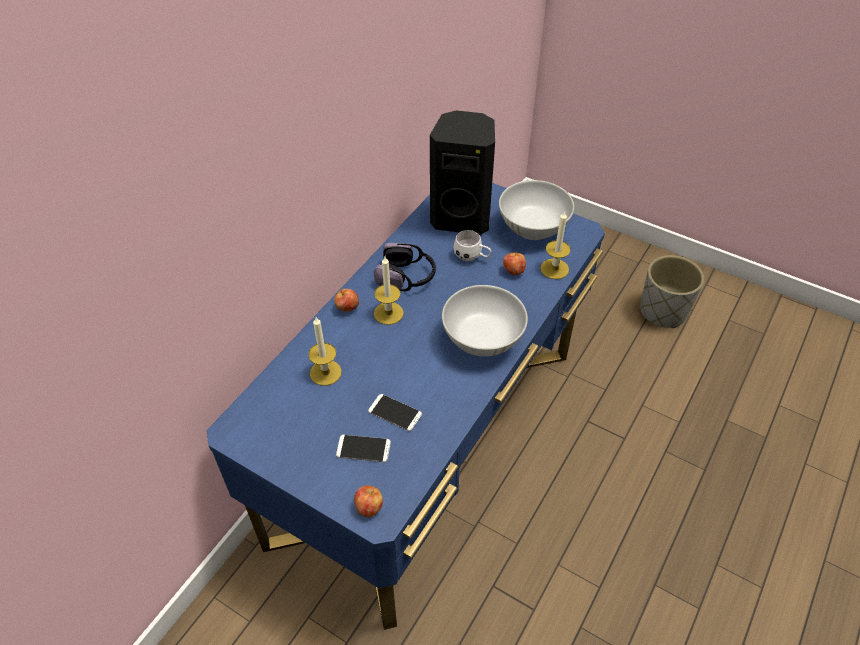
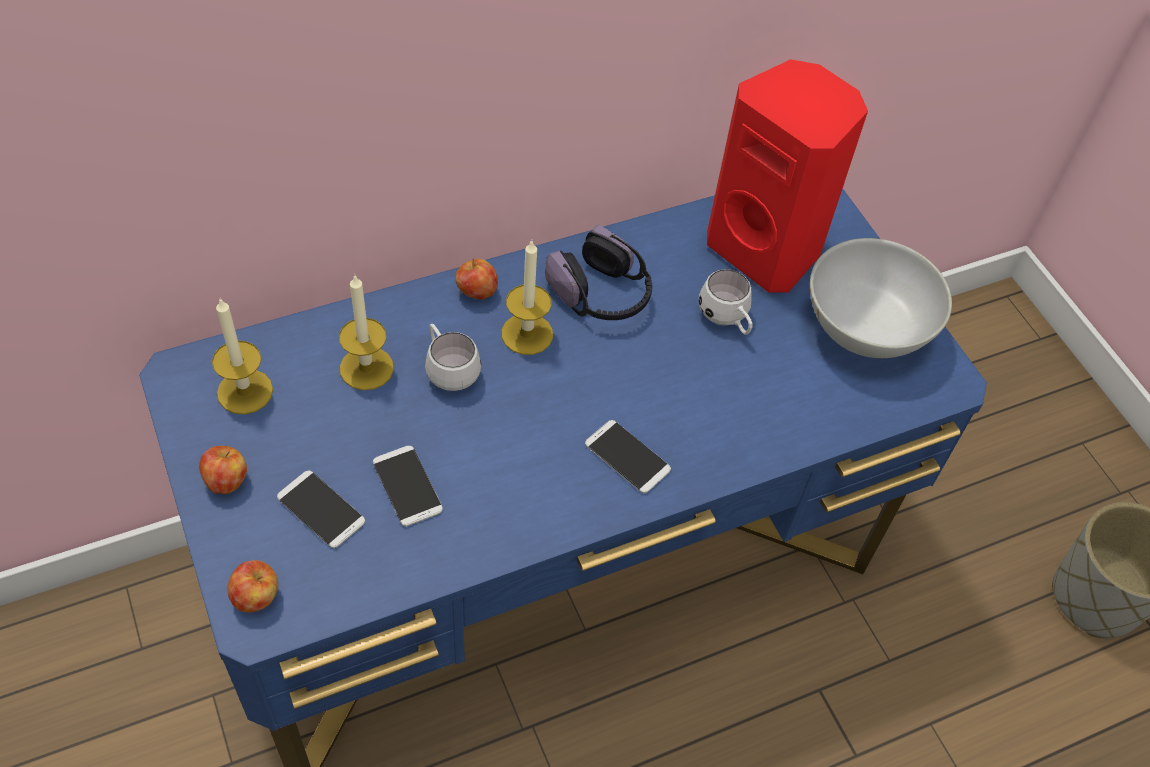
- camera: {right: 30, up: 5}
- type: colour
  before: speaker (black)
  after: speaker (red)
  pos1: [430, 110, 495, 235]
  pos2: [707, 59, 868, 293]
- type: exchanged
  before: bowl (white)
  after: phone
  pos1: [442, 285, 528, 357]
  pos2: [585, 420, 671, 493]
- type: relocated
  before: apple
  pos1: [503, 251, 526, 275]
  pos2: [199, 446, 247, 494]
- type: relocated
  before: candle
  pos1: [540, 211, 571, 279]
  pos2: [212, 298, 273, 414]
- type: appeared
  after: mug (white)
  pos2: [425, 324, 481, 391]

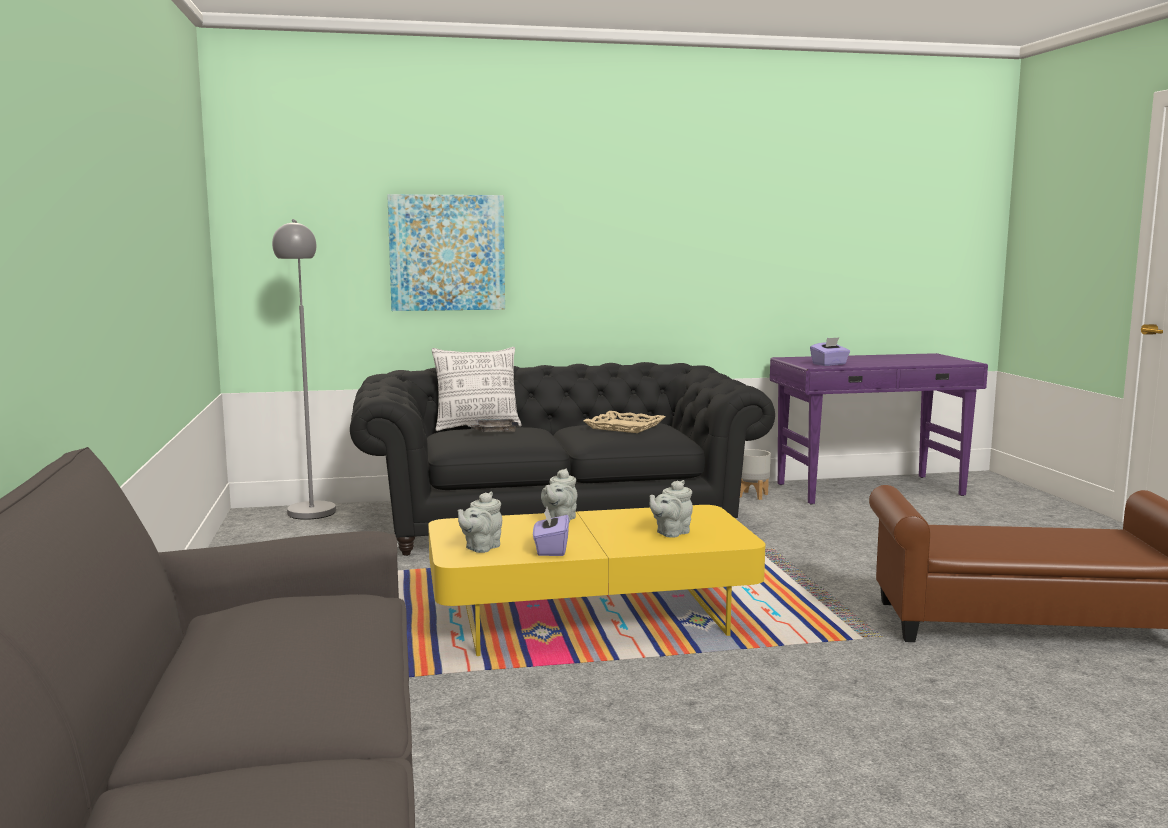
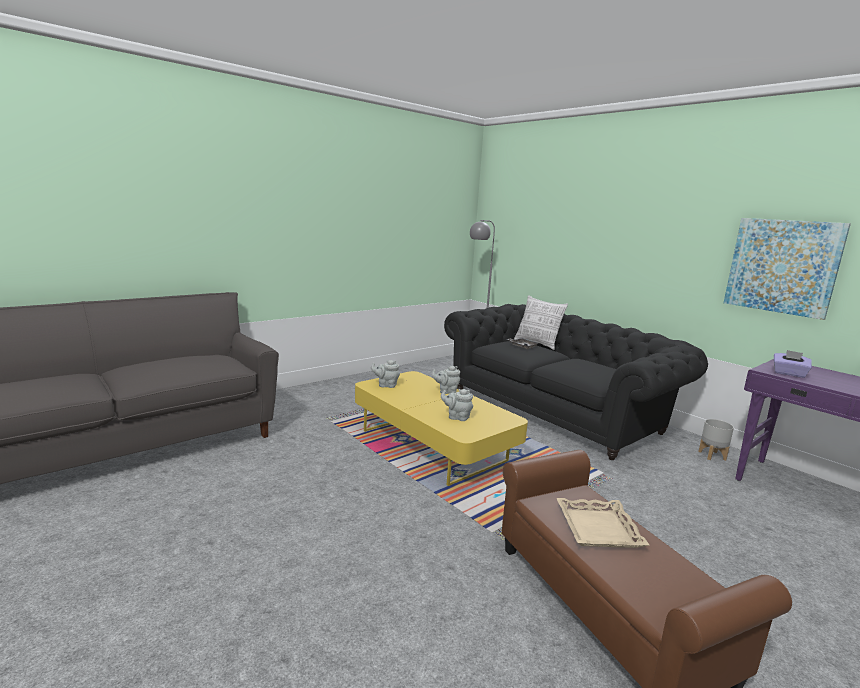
- camera: {right: 60, up: 5}
- type: relocated
  before: picture
  pos1: [387, 194, 505, 311]
  pos2: [724, 218, 851, 320]
- type: missing
  before: tissue box (purple)
  pos1: [533, 507, 569, 556]
- type: relocated
  before: tray (beige)
  pos1: [584, 411, 665, 433]
  pos2: [556, 498, 649, 548]

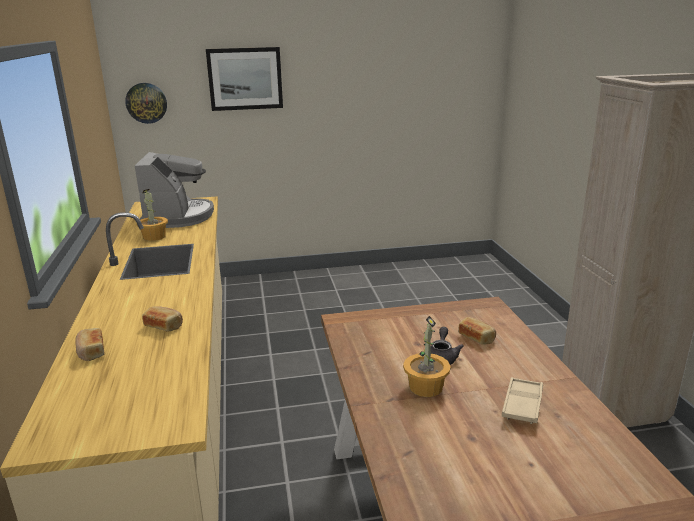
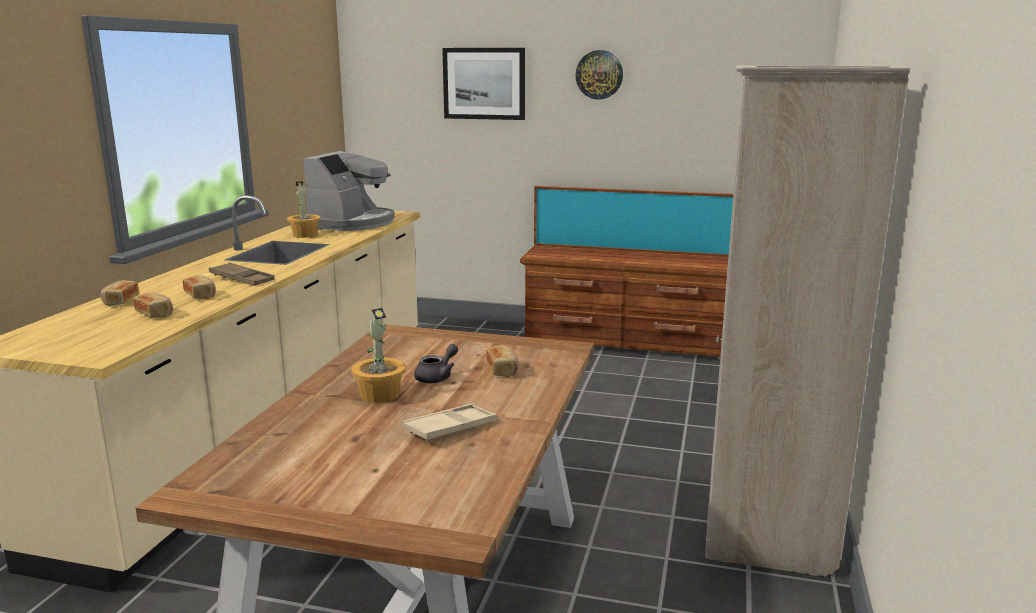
- camera: {right: 25, up: -5}
- type: relocated
  before: wall clock
  pos1: [125, 83, 167, 124]
  pos2: [576, 50, 623, 99]
- type: appeared
  after: bread
  pos2: [133, 292, 173, 318]
- type: appeared
  after: tray (brown)
  pos2: [209, 262, 274, 286]
- type: appeared
  after: dresser (brown)
  pos2: [520, 186, 734, 360]

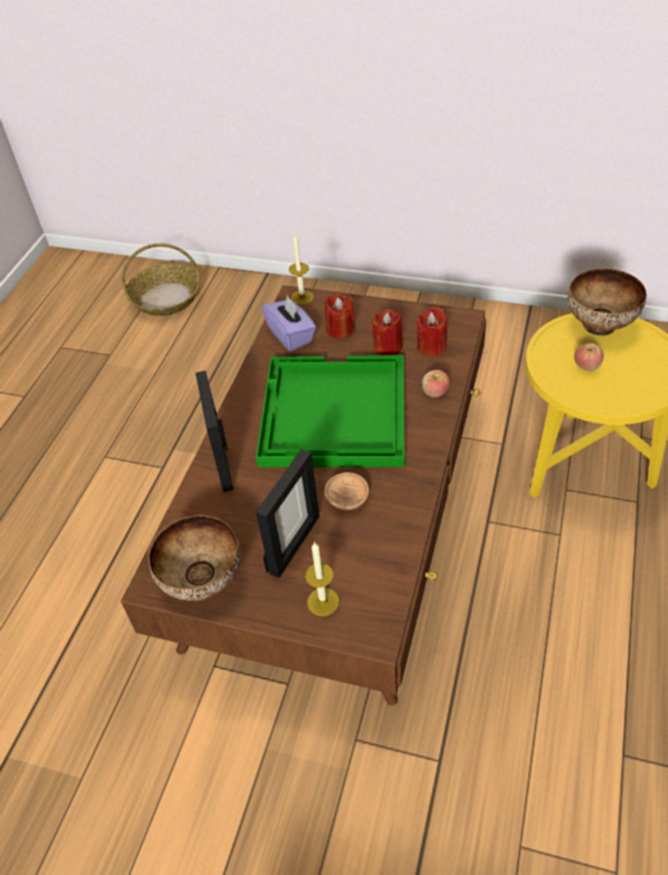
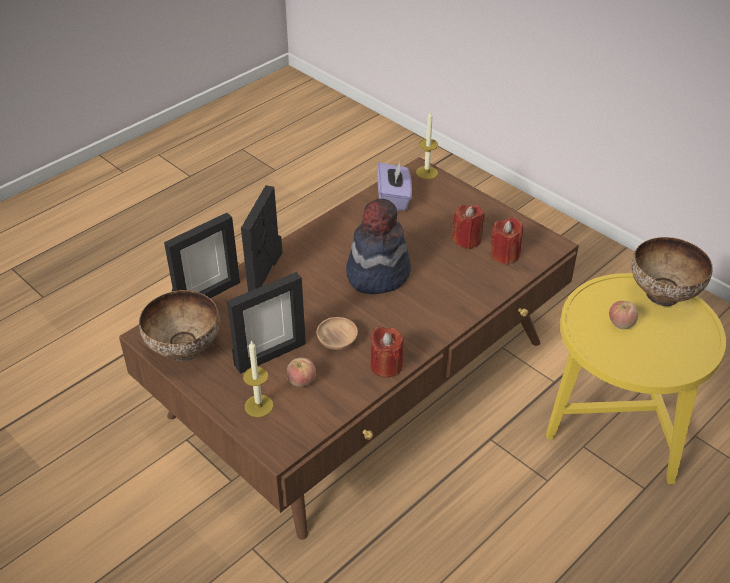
- camera: {right: 25, up: -5}
- type: missing
  before: basket
  pos1: [122, 243, 200, 316]
- type: exchanged
  before: tray (green)
  after: hat
  pos1: [256, 355, 405, 467]
  pos2: [346, 199, 411, 294]
- type: relocated
  before: candle (red)
  pos1: [325, 293, 355, 339]
  pos2: [370, 326, 404, 378]
- type: relocated
  before: apple
  pos1: [422, 370, 450, 398]
  pos2: [287, 358, 316, 387]
- type: appeared
  after: picture frame
  pos2: [164, 213, 240, 298]

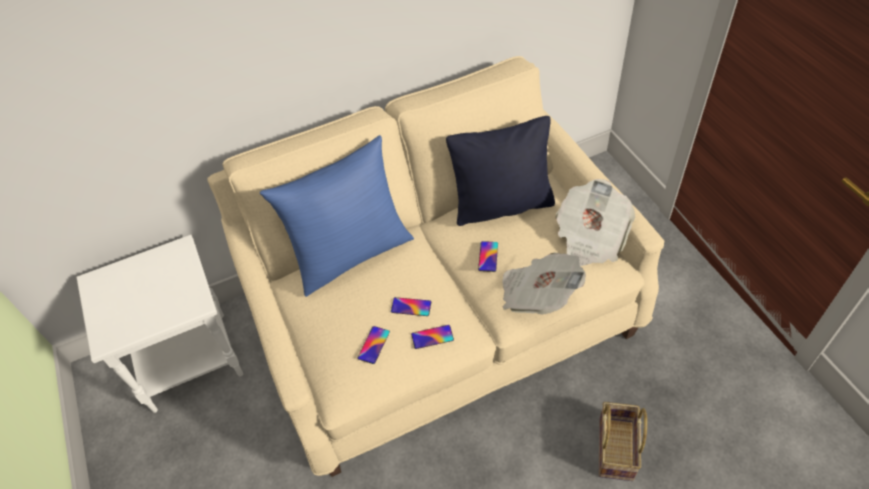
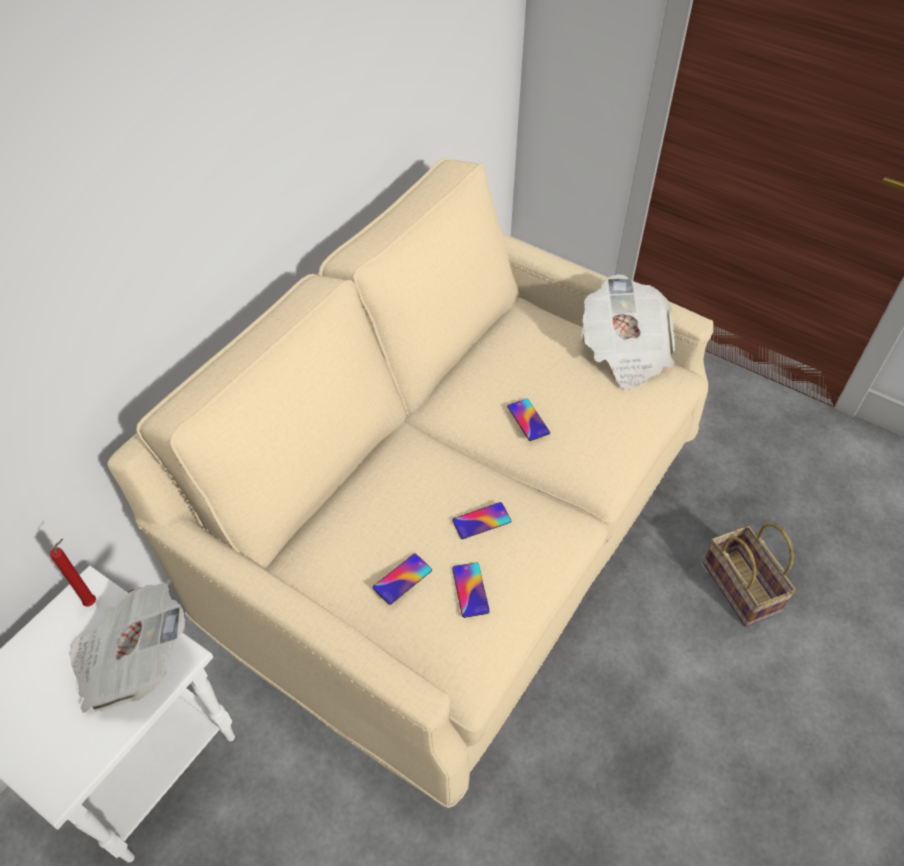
- camera: {right: -35, up: 0}
- type: missing
  before: pillow (blue)
  pos1: [260, 135, 414, 297]
- type: relocated
  before: phone
  pos1: [411, 325, 454, 349]
  pos2: [373, 554, 432, 605]
- type: missing
  before: pillow (black)
  pos1: [446, 116, 555, 226]
- type: relocated
  before: newspaper
  pos1: [502, 253, 586, 315]
  pos2: [69, 582, 185, 713]
- type: appeared
  after: candle (red)
  pos2: [50, 539, 96, 607]

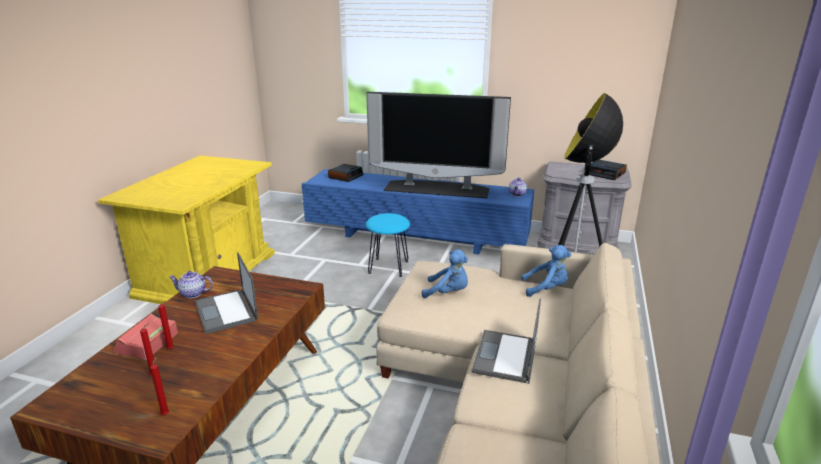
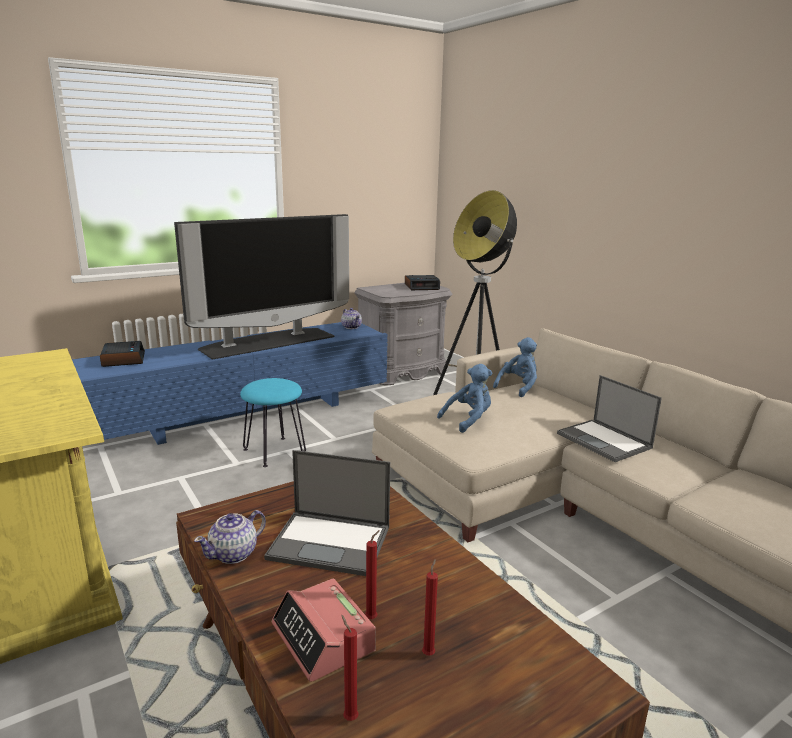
- camera: {right: -50, up: -5}
- type: relocated
  before: candle (red)
  pos1: [150, 356, 169, 415]
  pos2: [341, 615, 359, 721]

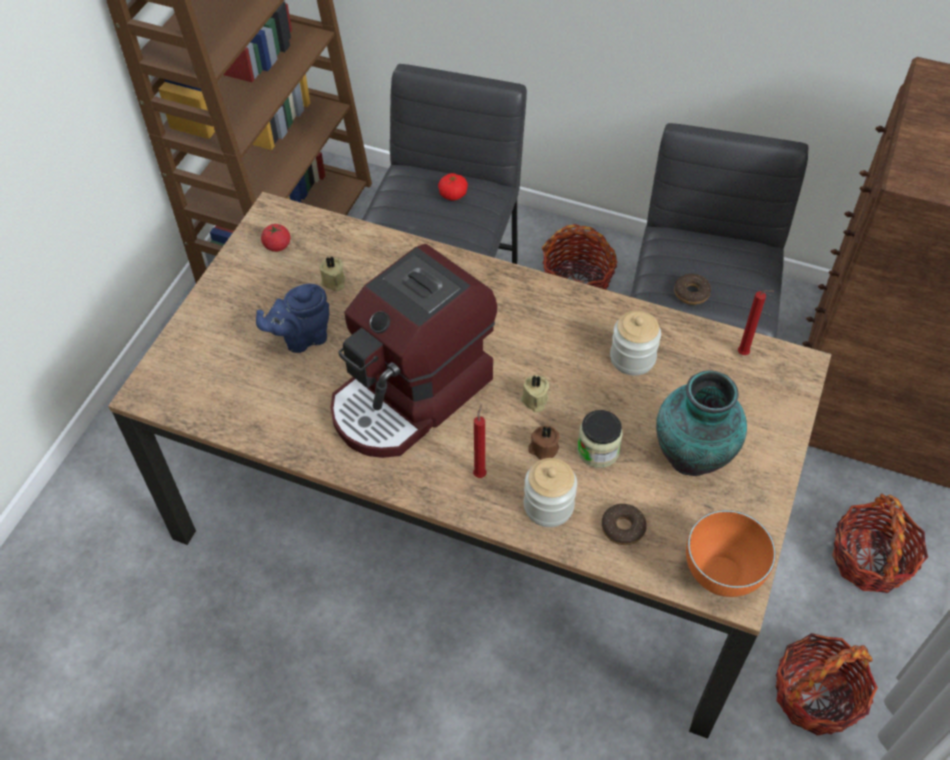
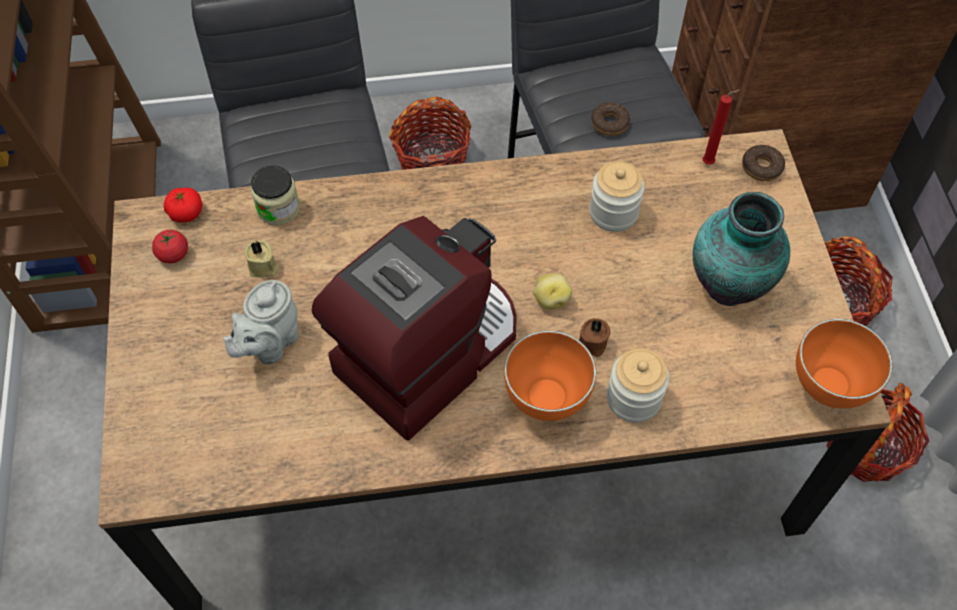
- camera: {right: -30, up: 5}
- type: colour
  before: teapot (blue)
  after: teapot (grey)
  pos1: [256, 284, 329, 353]
  pos2: [223, 280, 298, 364]
- type: spun
  before: coffee machine
  pos1: [331, 244, 497, 458]
  pos2: [312, 216, 517, 440]
  turn: -150
- type: relocated
  before: tomato
  pos1: [438, 173, 468, 200]
  pos2: [164, 187, 203, 222]
- type: exchanged
  before: candle (red)
  after: bowl (orange)
  pos1: [473, 404, 486, 478]
  pos2: [504, 331, 596, 421]
- type: exchanged
  before: candle (beige)
  after: potato
  pos1: [521, 375, 549, 412]
  pos2: [533, 273, 573, 309]
- type: relocated
  before: jar
  pos1: [577, 410, 623, 468]
  pos2: [251, 166, 300, 225]
- type: relocated
  before: donut
  pos1: [601, 504, 647, 545]
  pos2: [742, 145, 785, 181]

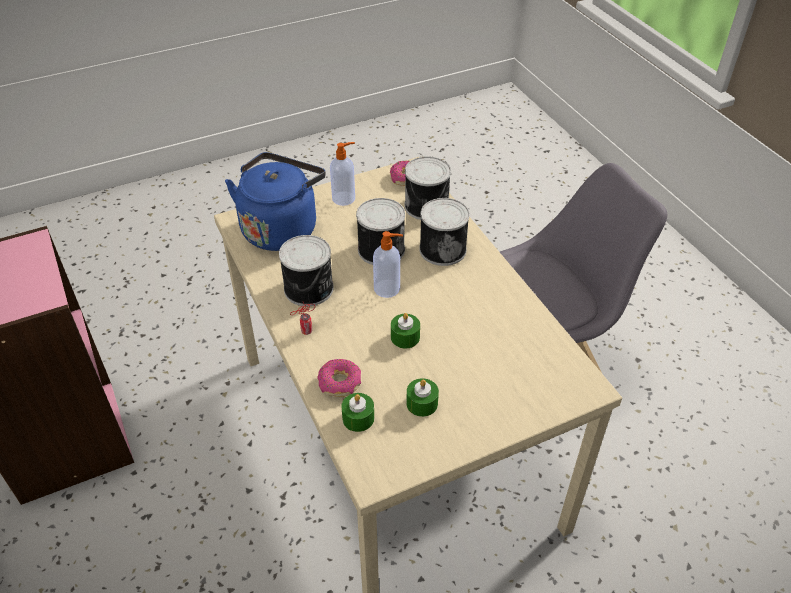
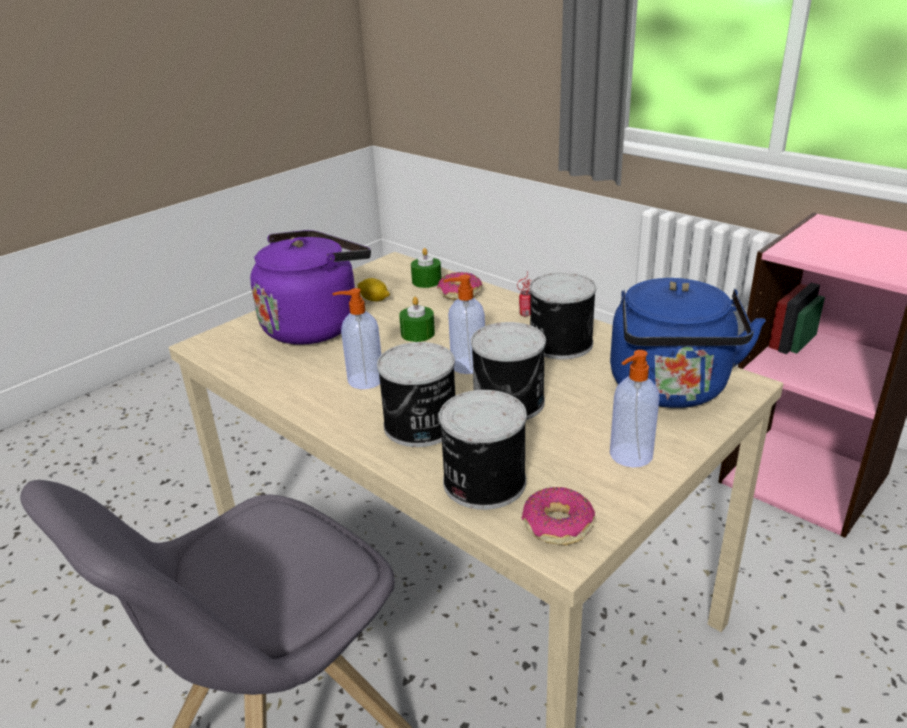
- camera: {right: 160, up: -15}
- type: exchanged
  before: candle (green)
  after: lemon
  pos1: [406, 378, 439, 417]
  pos2: [358, 278, 390, 301]
- type: appeared
  after: kettle (purple)
  pos2: [250, 230, 371, 344]
- type: appeared
  after: soap dispenser
  pos2: [333, 288, 381, 389]

